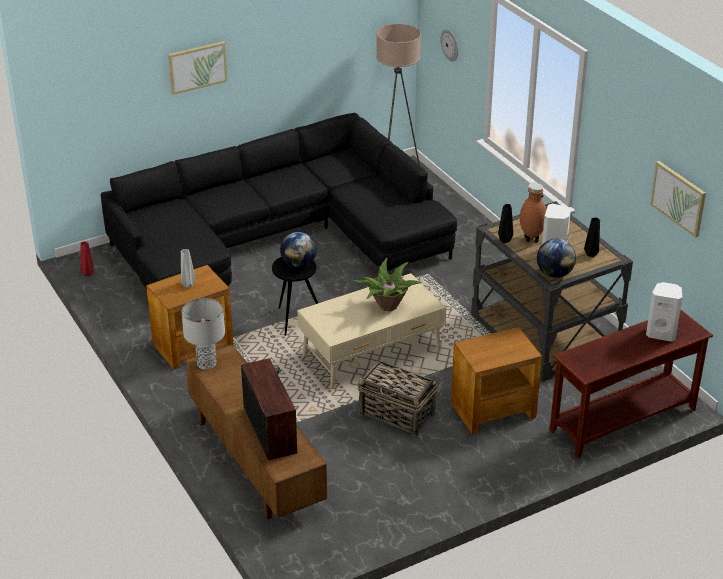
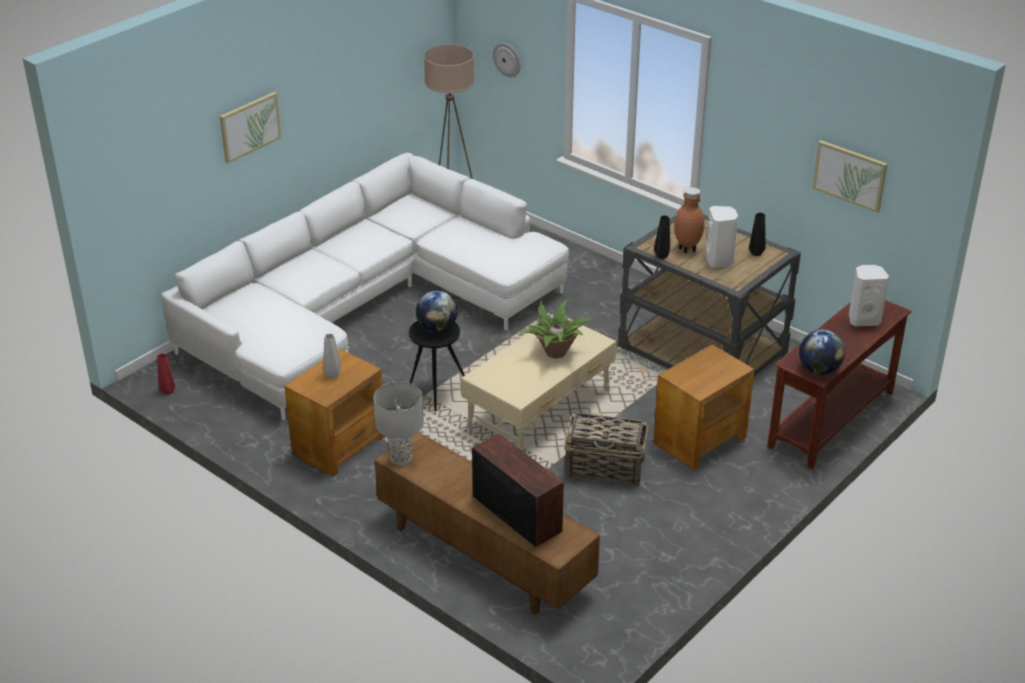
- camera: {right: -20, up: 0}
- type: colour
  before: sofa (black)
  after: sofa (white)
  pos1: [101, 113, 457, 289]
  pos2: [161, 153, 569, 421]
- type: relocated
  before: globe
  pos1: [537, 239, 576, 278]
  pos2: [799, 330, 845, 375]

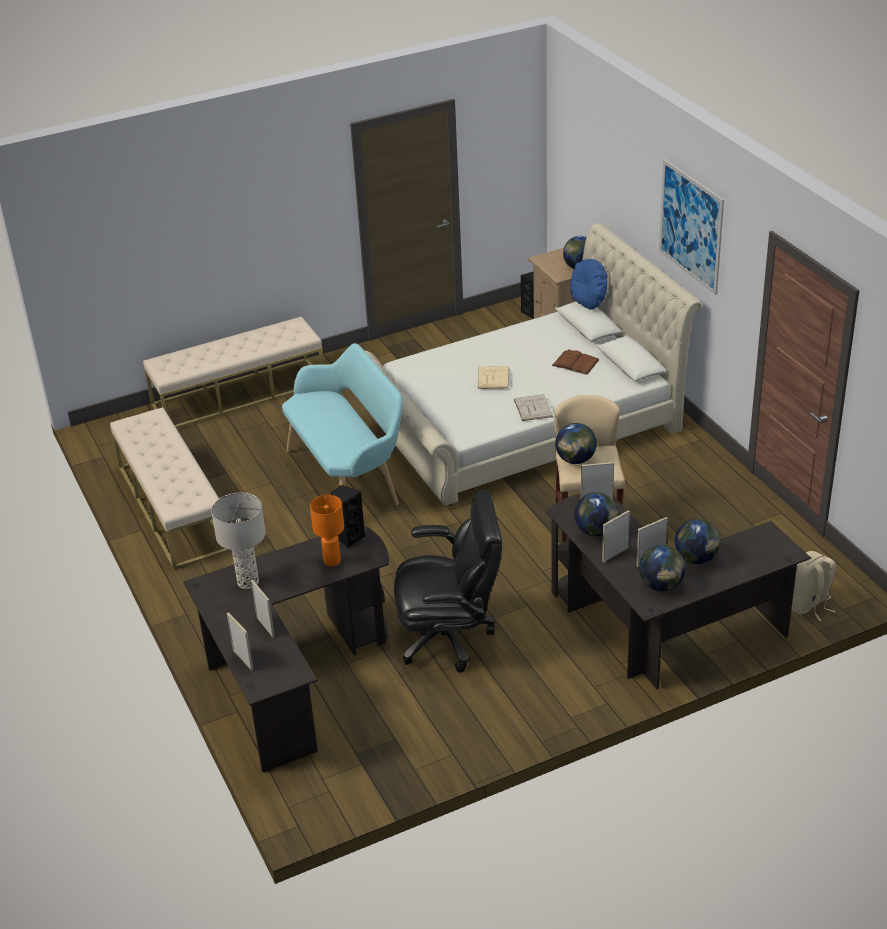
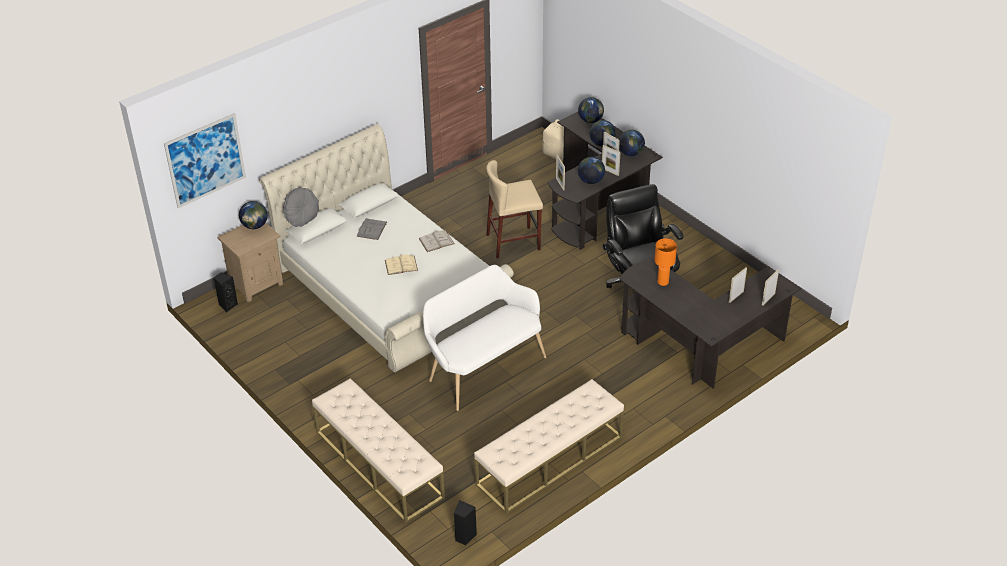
- camera: {right: -105, up: 5}
- type: missing
  before: table lamp (white)
  pos1: [211, 492, 266, 589]
- type: colour
  before: bench (turquoise)
  after: bench (white)
  pos1: [282, 343, 403, 505]
  pos2: [423, 265, 546, 411]
- type: relocated
  before: speaker (black)
  pos1: [331, 485, 365, 549]
  pos2: [454, 500, 477, 545]
- type: colour
  before: book (brown)
  after: book (grey)
  pos1: [552, 349, 599, 375]
  pos2: [356, 219, 387, 240]
- type: relocated
  before: globe
  pos1: [555, 423, 597, 464]
  pos2: [578, 97, 604, 123]
- type: colour
  before: pillow (blue)
  after: pillow (grey)
  pos1: [570, 259, 608, 310]
  pos2: [283, 187, 319, 227]
- type: relocated
  before: picture
  pos1: [659, 159, 724, 295]
  pos2: [164, 113, 246, 208]

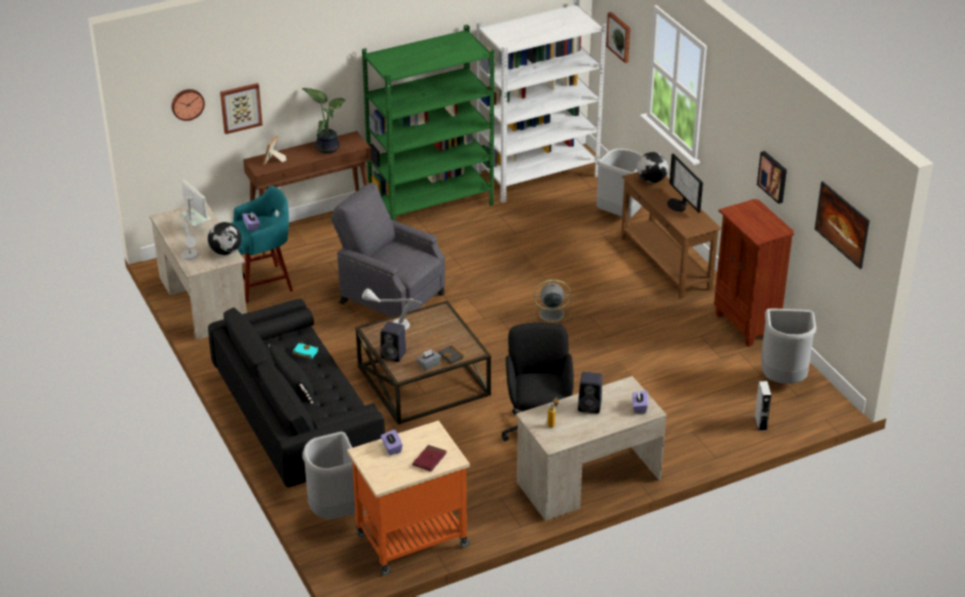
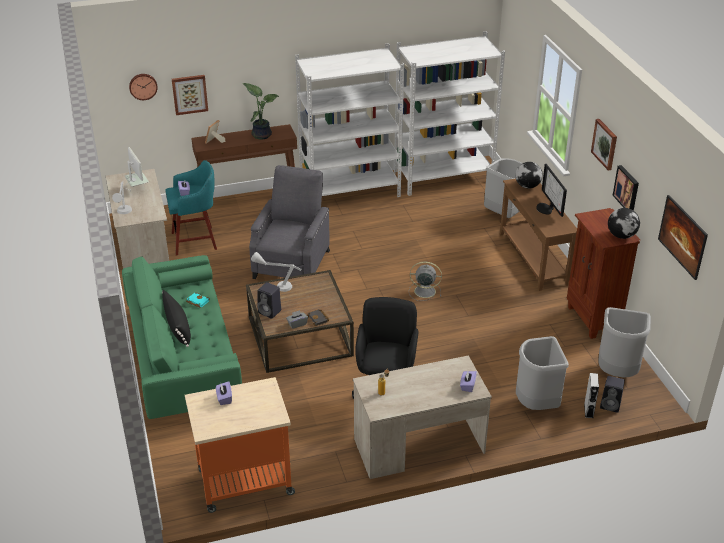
- camera: {right: 10, up: 0}
- type: relocated
  before: globe
  pos1: [208, 222, 241, 255]
  pos2: [608, 208, 640, 239]
- type: colour
  before: sofa (black)
  after: sofa (green)
  pos1: [208, 299, 385, 487]
  pos2: [122, 255, 242, 419]
- type: relocated
  before: trash can (grey)
  pos1: [302, 432, 355, 519]
  pos2: [516, 336, 569, 410]
- type: spun
  before: armchair (grey)
  pos1: [331, 183, 445, 317]
  pos2: [249, 165, 330, 279]
  turn: 60
- type: colour
  before: bookcase (green)
  after: bookcase (white)
  pos1: [362, 25, 494, 221]
  pos2: [295, 43, 404, 197]
- type: missing
  before: book (red)
  pos1: [413, 445, 447, 472]
- type: relocated
  before: speaker (black)
  pos1: [578, 372, 602, 414]
  pos2: [600, 376, 625, 413]
- type: relocated
  before: picture
  pos1: [606, 12, 630, 63]
  pos2: [591, 119, 617, 171]

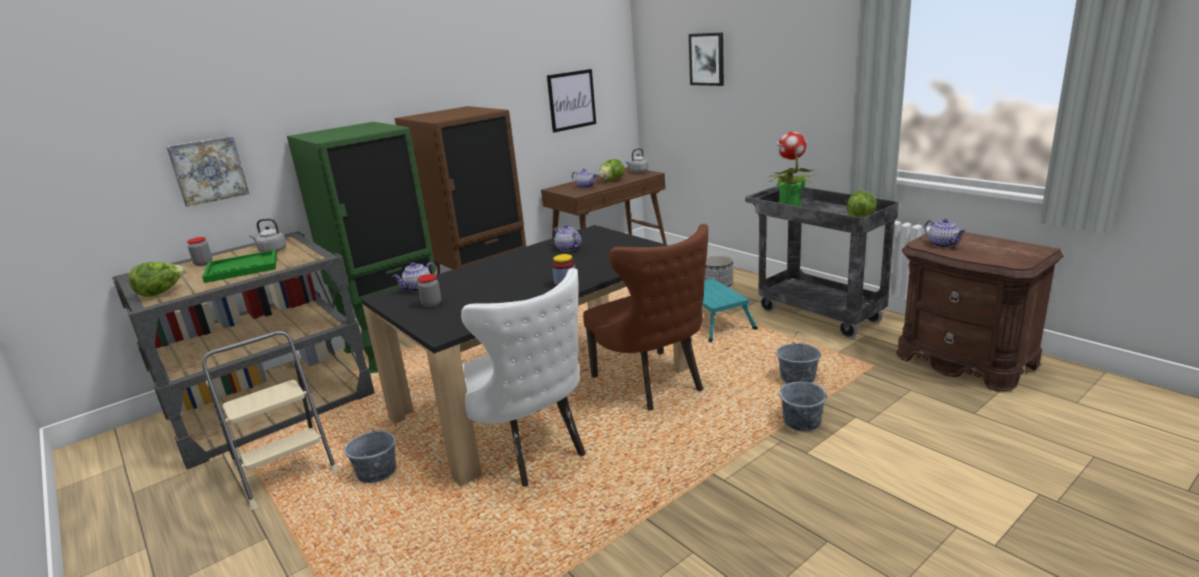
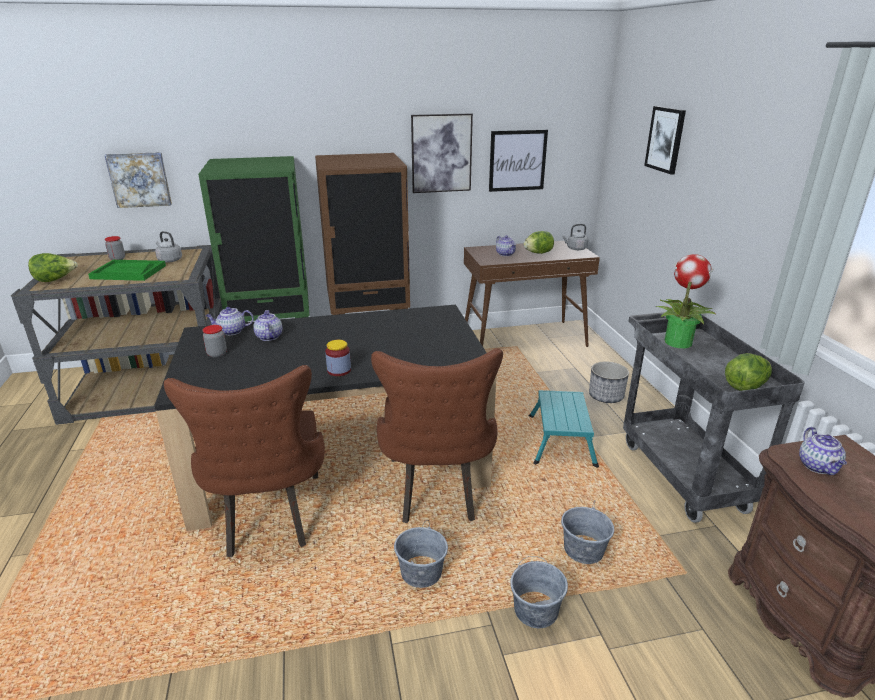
- camera: {right: 25, up: 5}
- type: missing
  before: step ladder (beige)
  pos1: [202, 331, 339, 510]
- type: relocated
  before: bucket (grey)
  pos1: [344, 420, 396, 483]
  pos2: [394, 520, 448, 588]
- type: colour
  before: chair (white)
  after: chair (brown)
  pos1: [461, 268, 586, 487]
  pos2: [164, 365, 325, 557]
- type: relocated
  before: teapot
  pos1: [553, 225, 582, 252]
  pos2: [253, 310, 282, 341]
- type: appeared
  after: picture
  pos2: [411, 113, 473, 193]

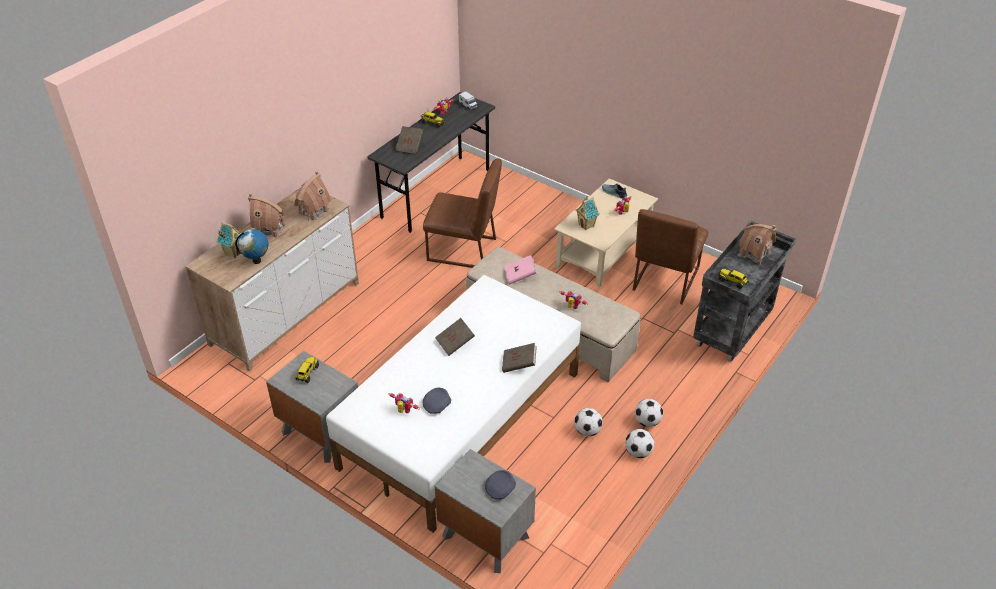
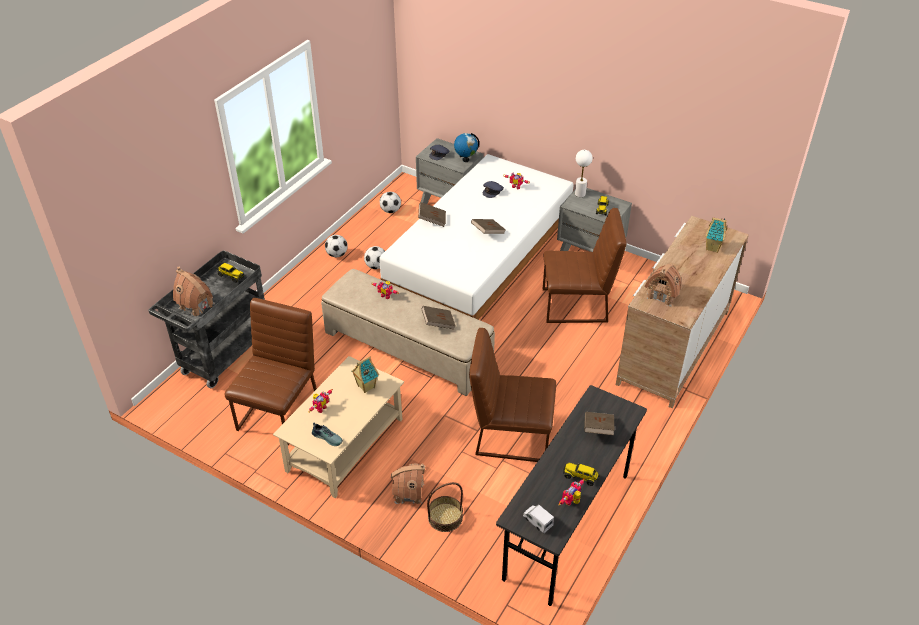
- camera: {right: 175, up: 0}
- type: relocated
  before: globe
  pos1: [235, 229, 268, 264]
  pos2: [454, 133, 479, 162]
- type: relocated
  before: toy house
  pos1: [248, 193, 285, 237]
  pos2: [391, 463, 425, 504]
- type: colour
  before: book (pink)
  after: book (brown)
  pos1: [504, 255, 537, 285]
  pos2: [422, 306, 456, 329]
- type: relocated
  before: football
  pos1: [635, 399, 663, 427]
  pos2: [380, 192, 401, 213]
- type: appeared
  after: basket
  pos2: [427, 482, 463, 532]
- type: appeared
  after: chair (brown)
  pos2: [543, 208, 626, 323]
- type: appeared
  after: table lamp (white)
  pos2: [575, 150, 593, 197]

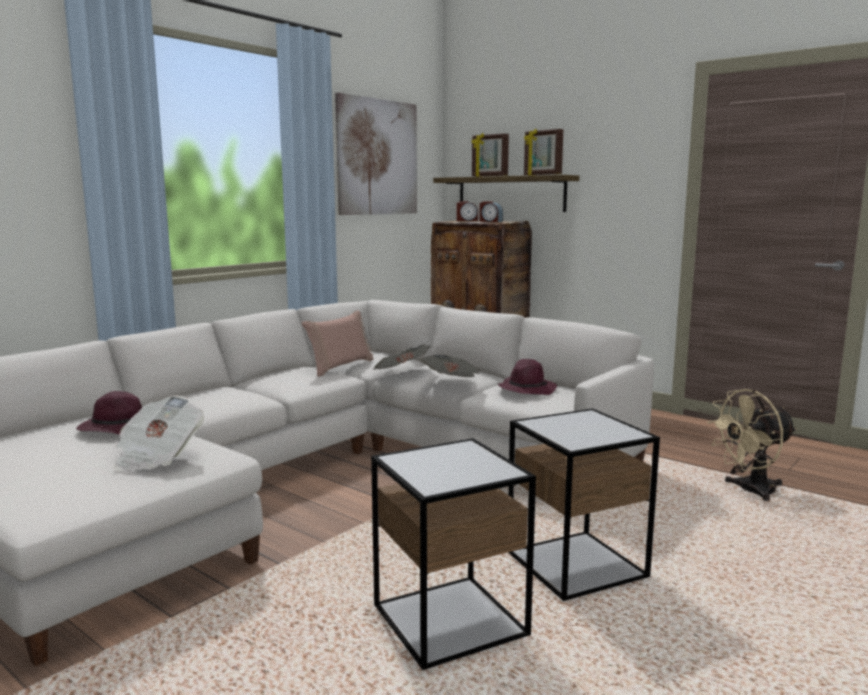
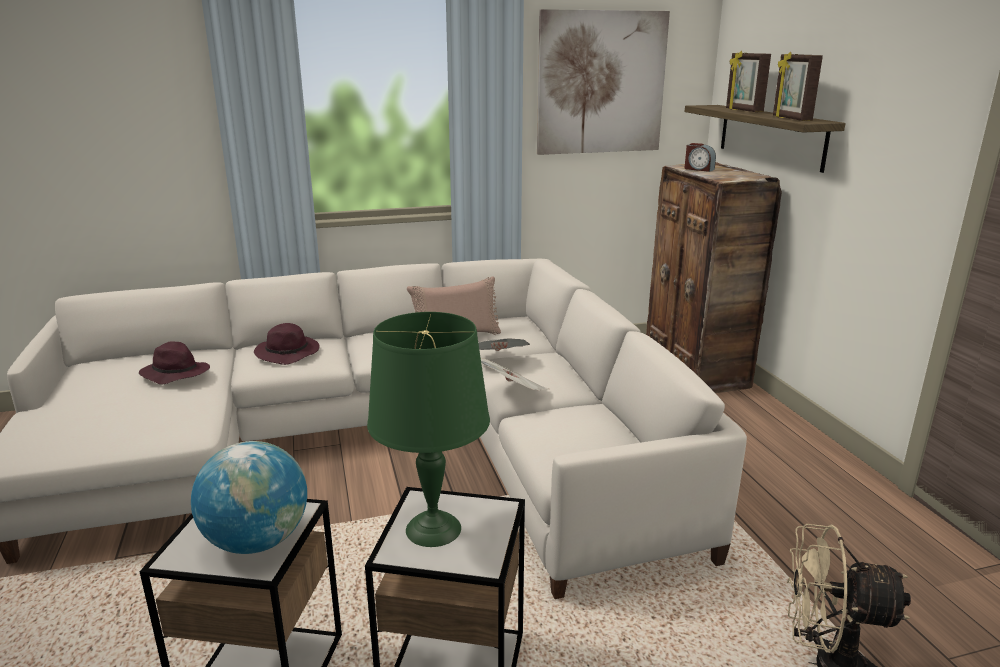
- camera: {right: 35, up: 10}
- type: missing
  before: newspaper
  pos1: [113, 396, 204, 472]
- type: missing
  before: alarm clock
  pos1: [479, 202, 503, 222]
- type: relocated
  before: hat (purple)
  pos1: [498, 359, 557, 395]
  pos2: [254, 323, 320, 365]
- type: appeared
  after: globe
  pos2: [191, 441, 307, 554]
- type: appeared
  after: table lamp (green)
  pos2: [367, 312, 490, 547]

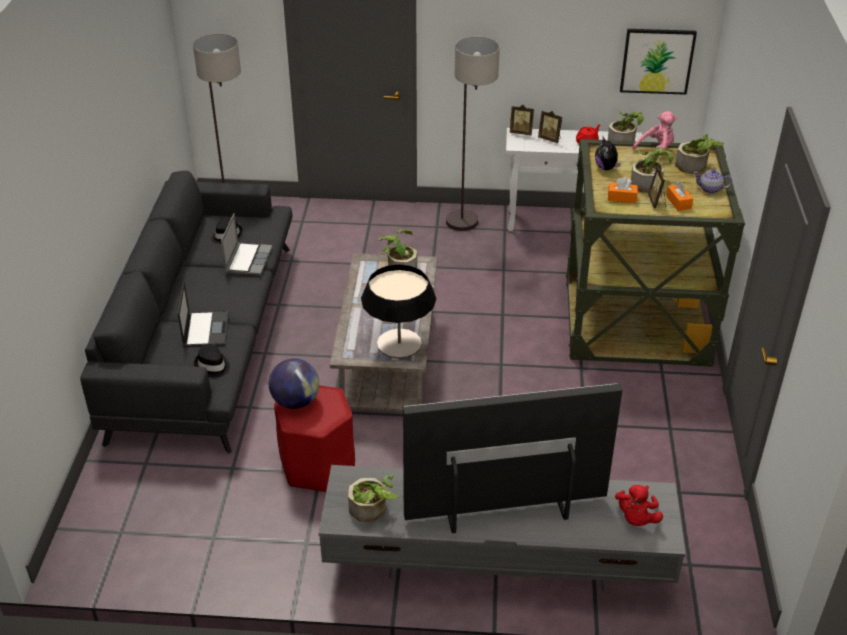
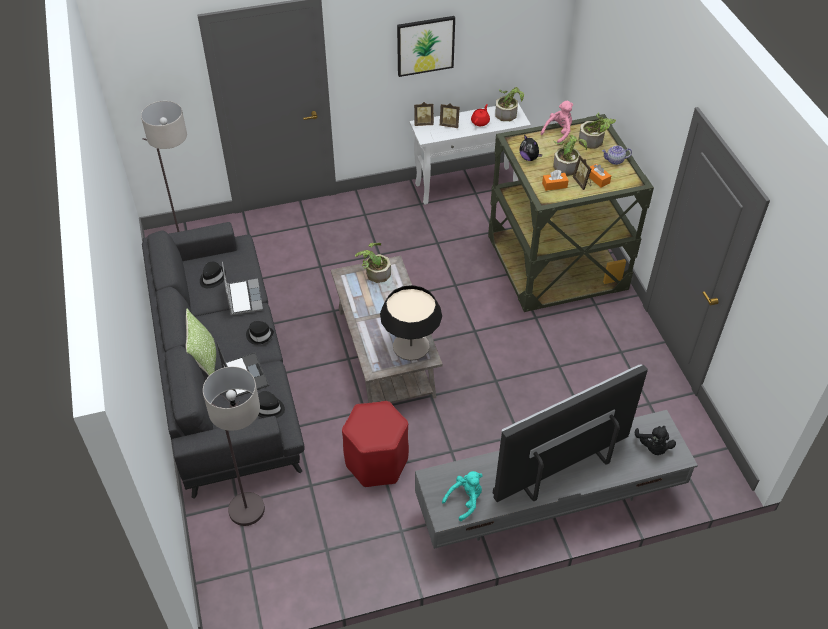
- camera: {right: -20, up: 10}
- type: missing
  before: globe
  pos1: [269, 358, 319, 409]
- type: exchanged
  before: potted plant
  after: plush toy (turquoise)
  pos1: [348, 474, 399, 522]
  pos2: [442, 471, 483, 521]
- type: relocated
  before: floor lamp (grey)
  pos1: [446, 37, 500, 231]
  pos2: [203, 367, 265, 526]
- type: colour
  before: plush toy (red)
  after: plush toy (black)
  pos1: [615, 485, 663, 526]
  pos2: [635, 426, 676, 455]
- type: relocated
  before: picture
  pos1: [620, 29, 697, 95]
  pos2: [397, 16, 455, 77]
- type: appeared
  after: pillow
  pos2: [186, 309, 216, 376]
- type: appeared
  after: hat (black)
  pos2: [246, 321, 274, 345]

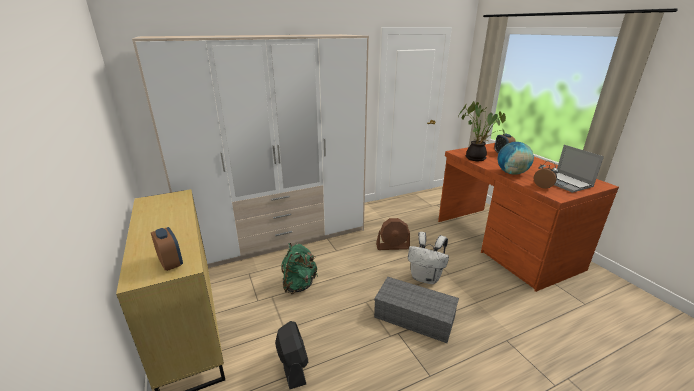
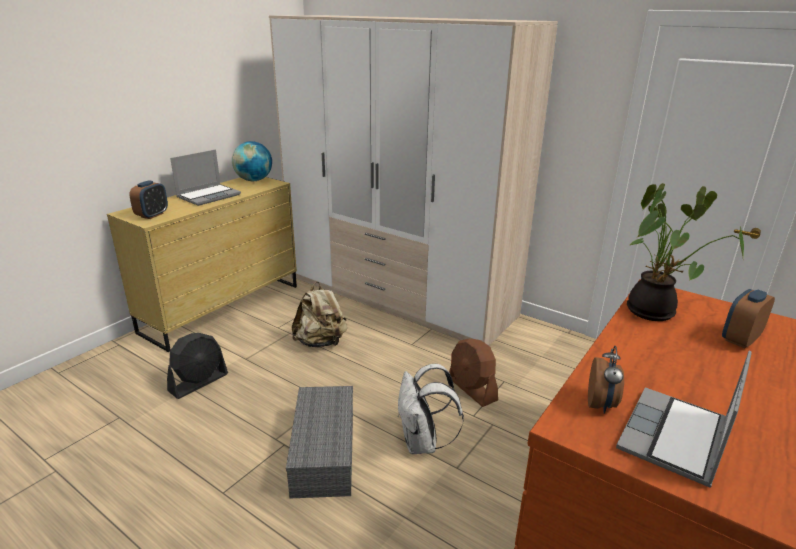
- camera: {right: 60, up: 0}
- type: colour
  before: backpack (green)
  after: backpack (beige)
  pos1: [281, 243, 317, 294]
  pos2: [292, 282, 348, 347]
- type: relocated
  before: globe
  pos1: [498, 142, 534, 175]
  pos2: [232, 141, 272, 181]
- type: appeared
  after: laptop
  pos2: [170, 150, 241, 206]

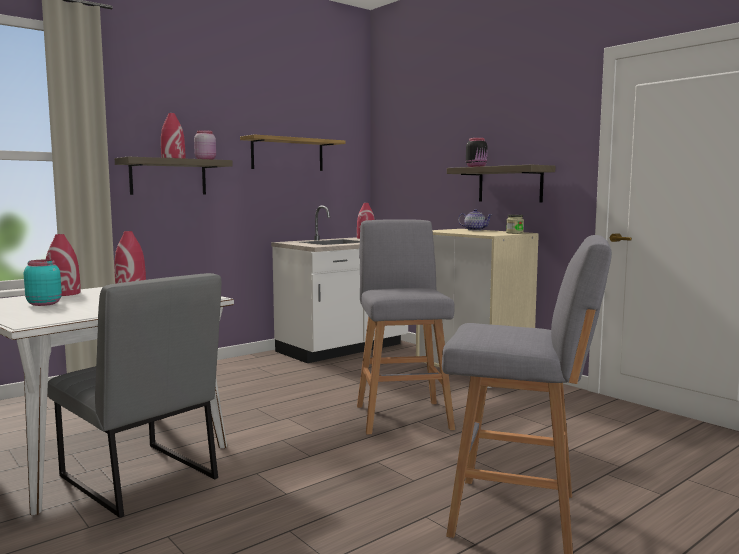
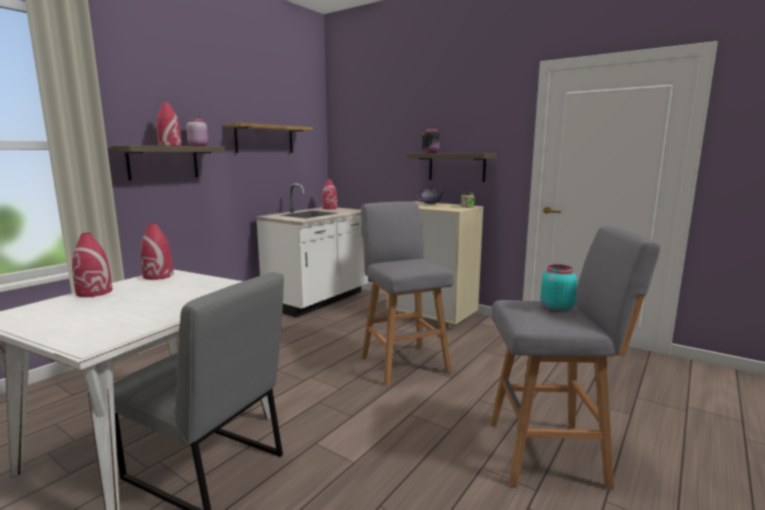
- camera: {right: -15, up: 5}
- type: relocated
  before: jar (turquoise)
  pos1: [24, 259, 62, 306]
  pos2: [541, 264, 577, 312]

